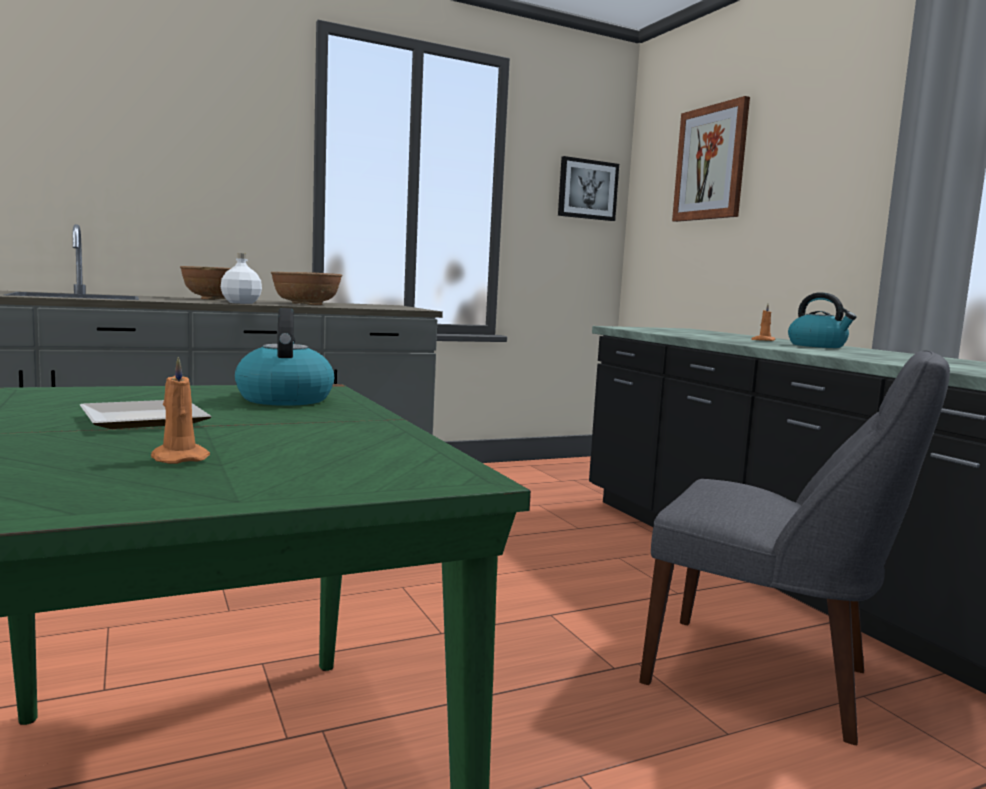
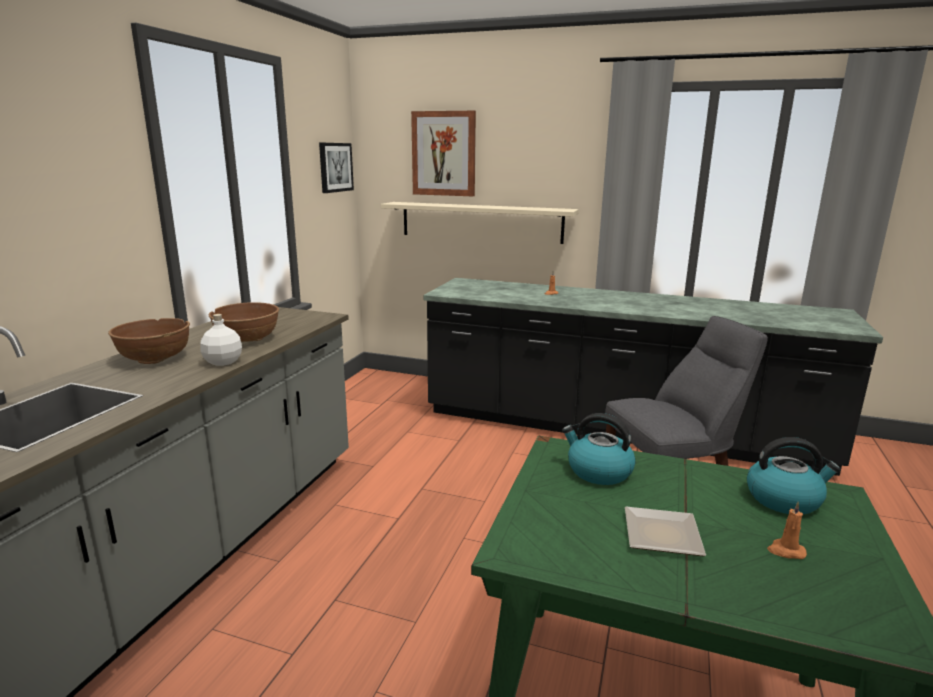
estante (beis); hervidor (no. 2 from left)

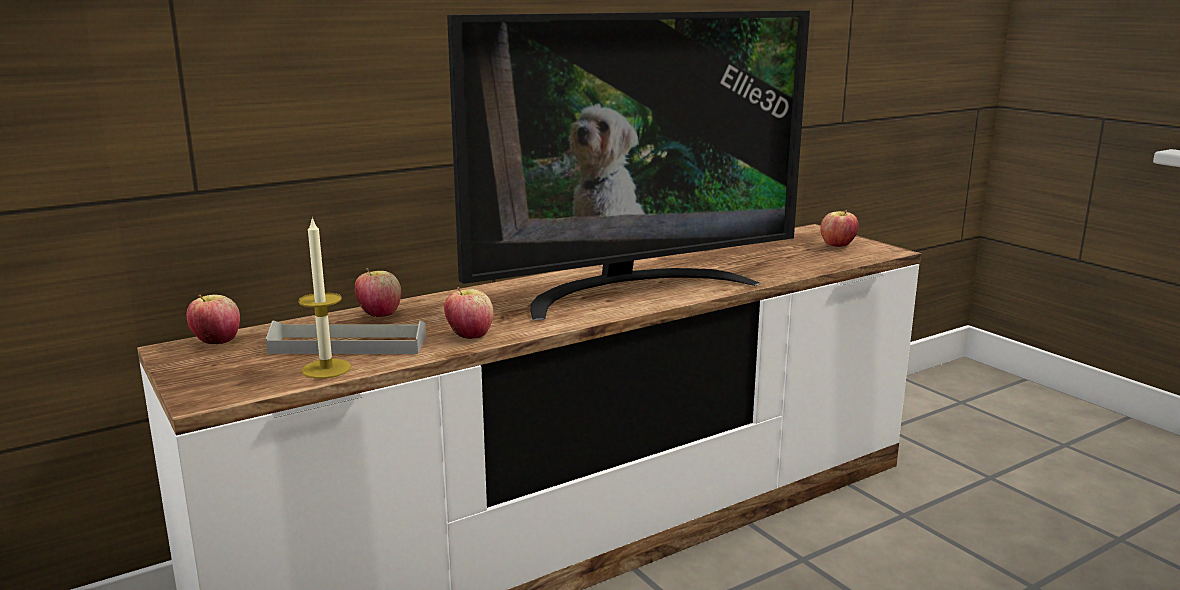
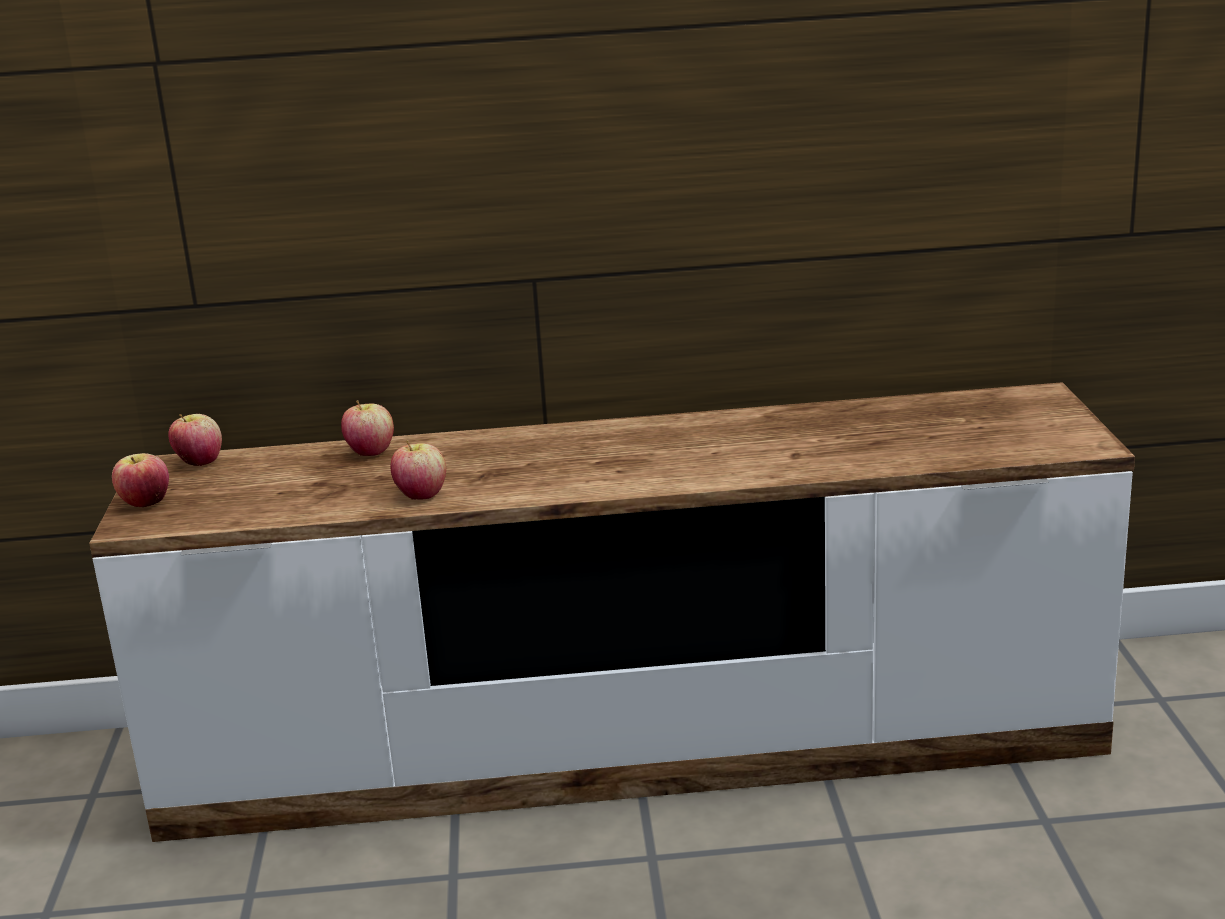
manzana (no. 1 from left); bandeja (gris); vela; televisor

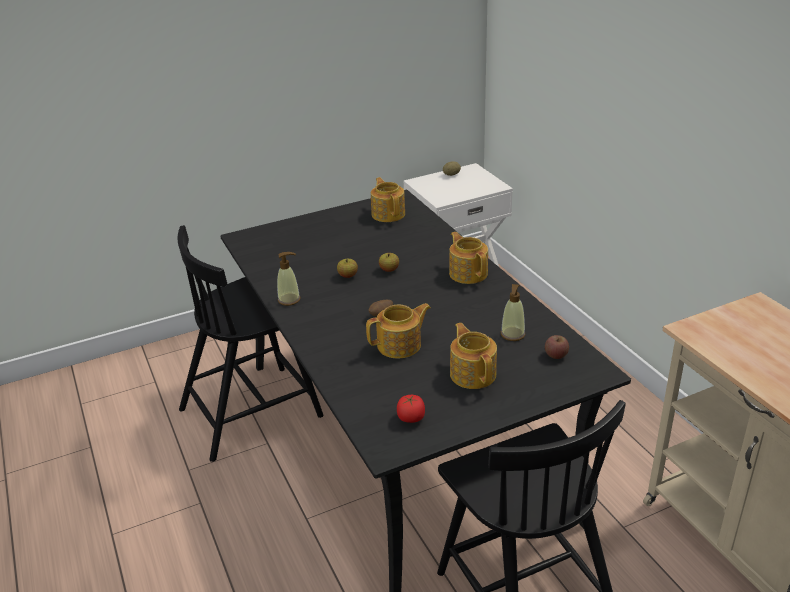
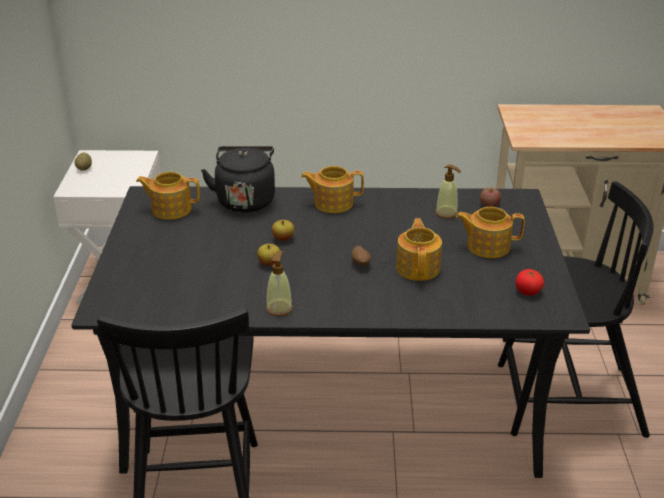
hervidor (negro)

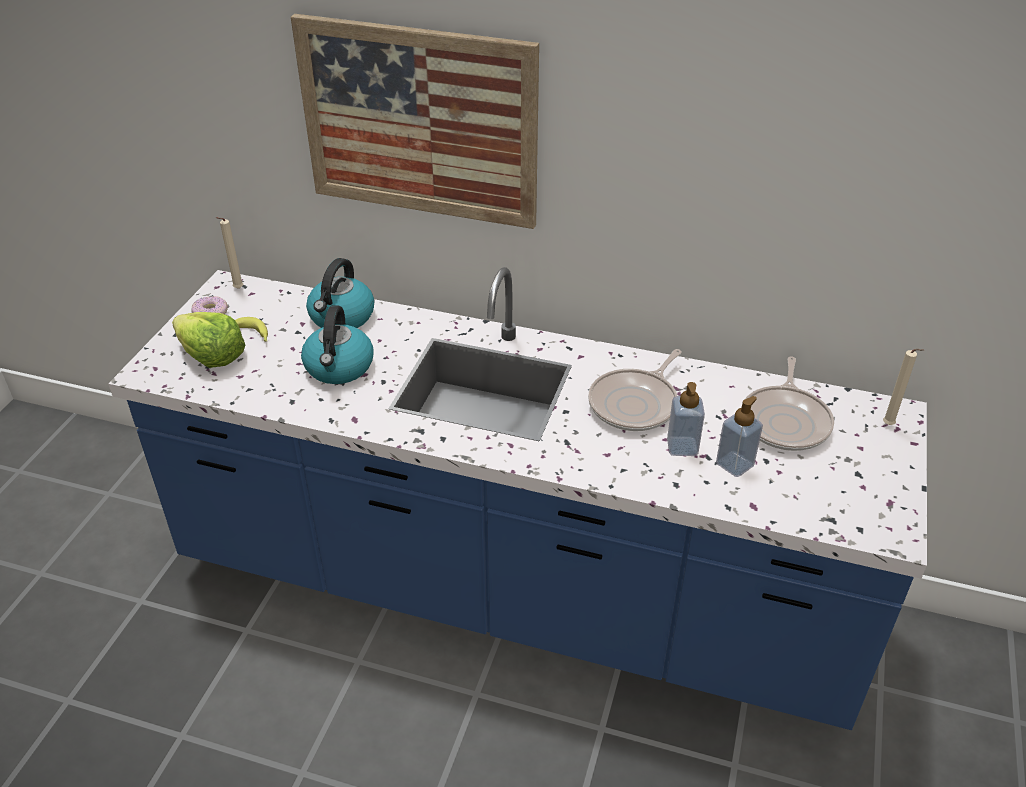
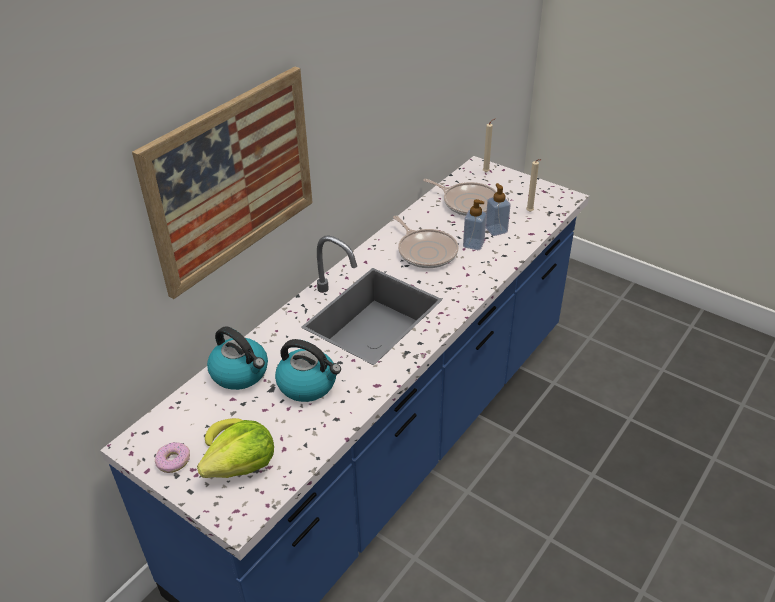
vela (beis) (no. 2 from left)

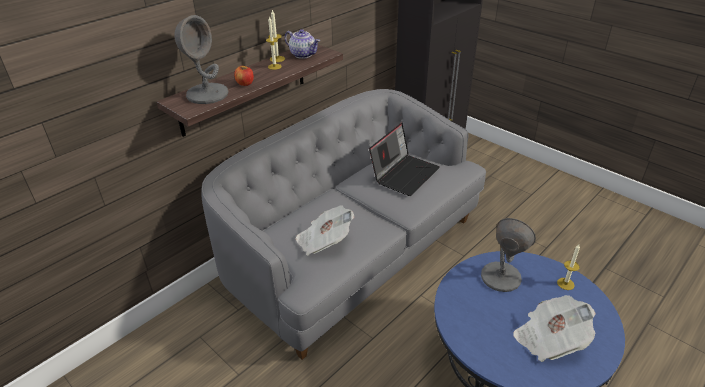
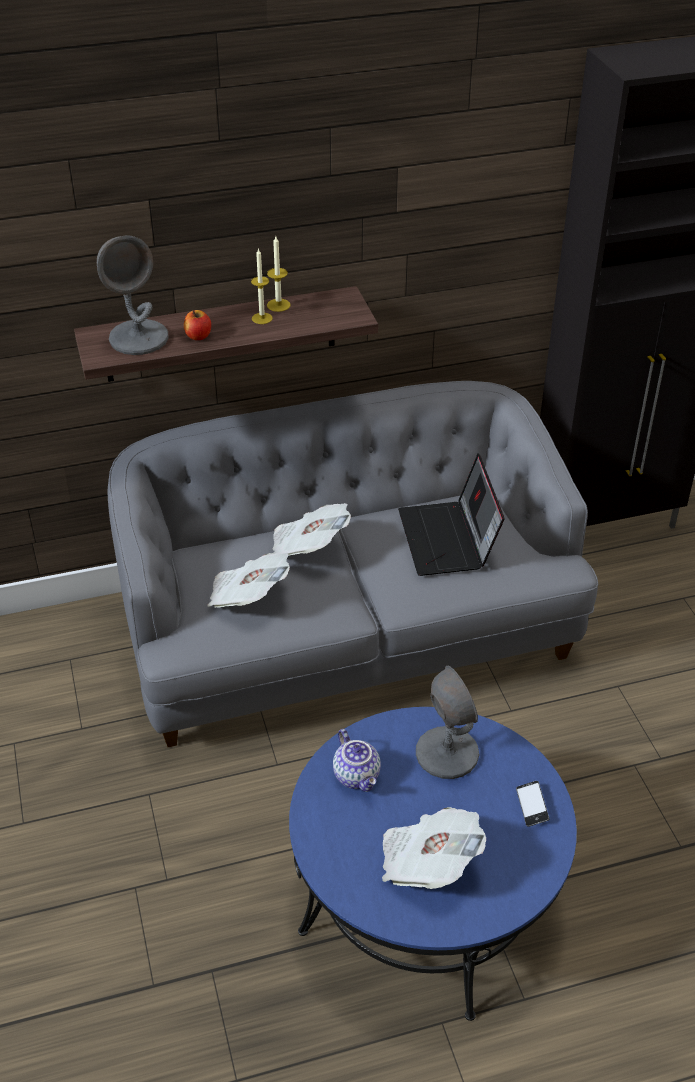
periódico (no. 2 from left); tetera; portátil; móvil

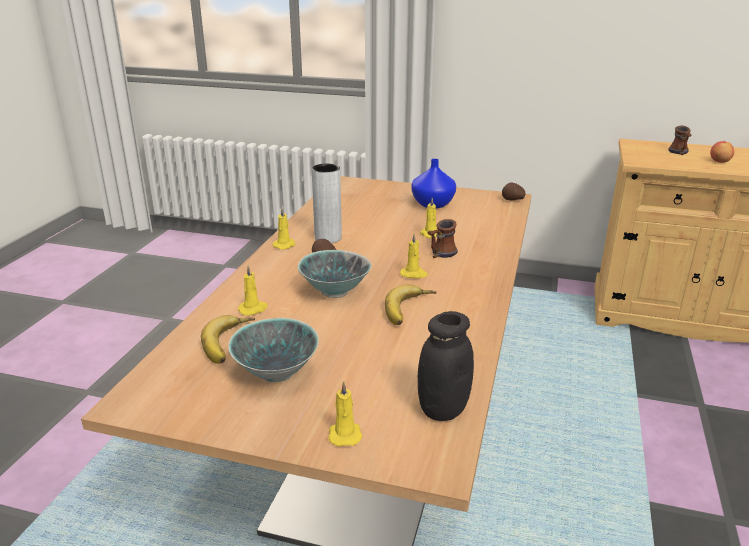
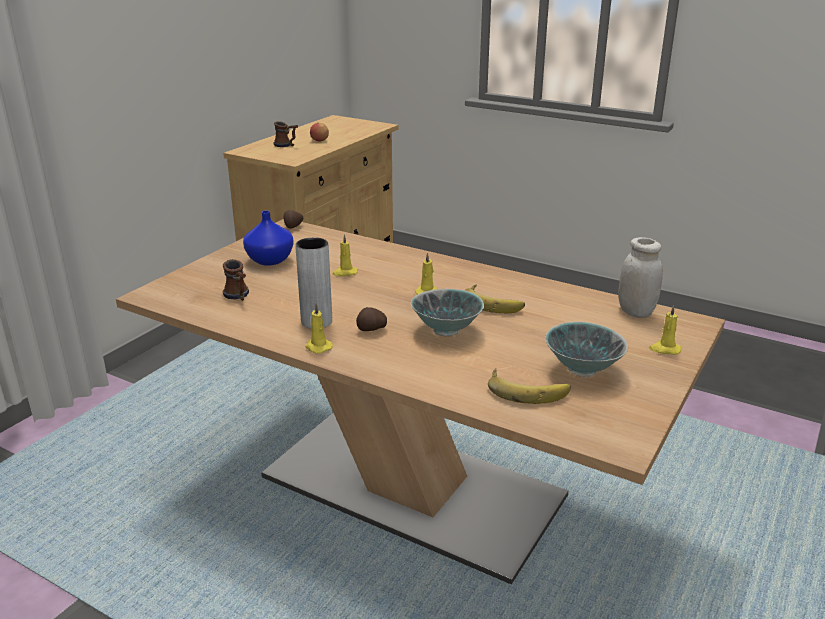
taza grande (no. 1 from left); tarro (blanco); vela (amarillo) (no. 1 from left in the first image)

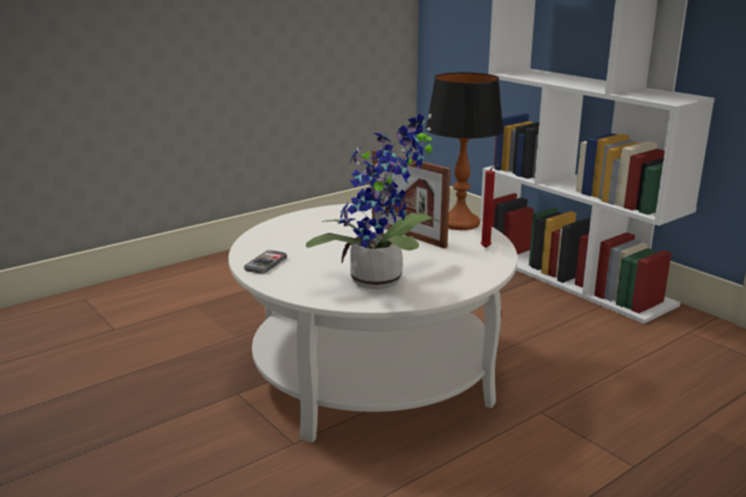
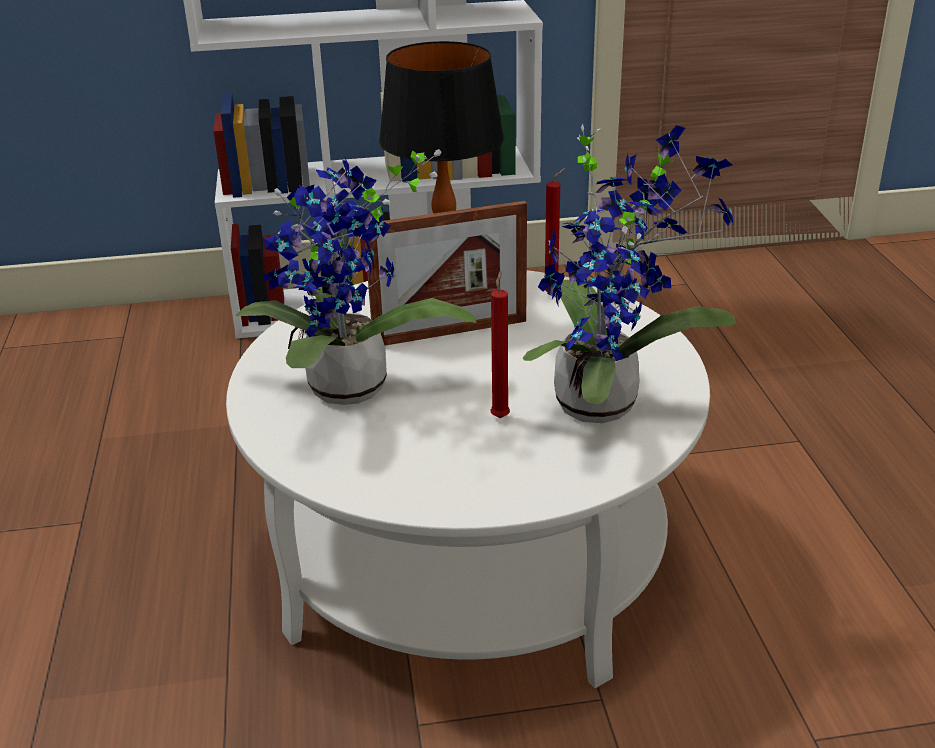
planta en maceta (no. 1 from left); vela (rojo) (no. 1 from left); móvil

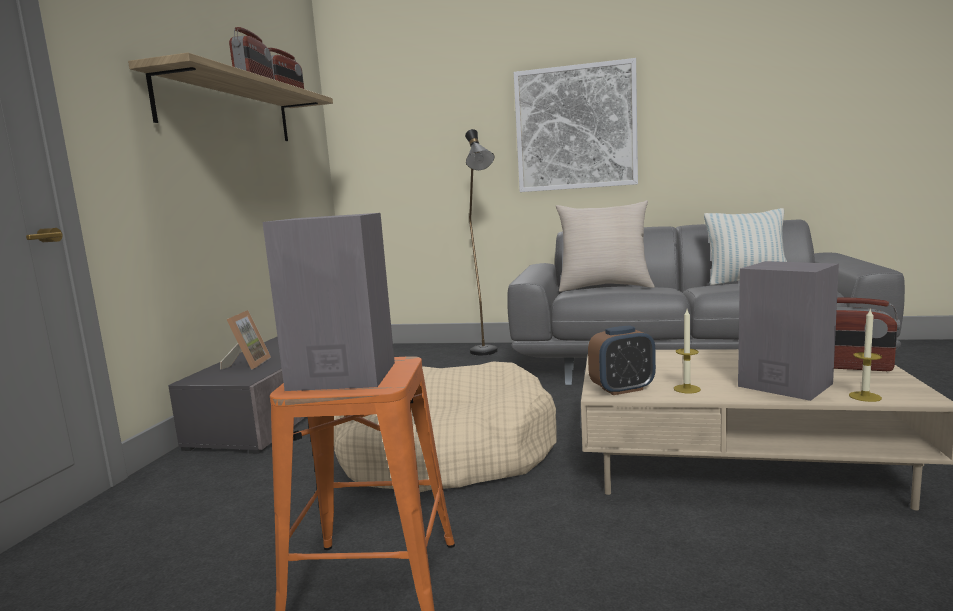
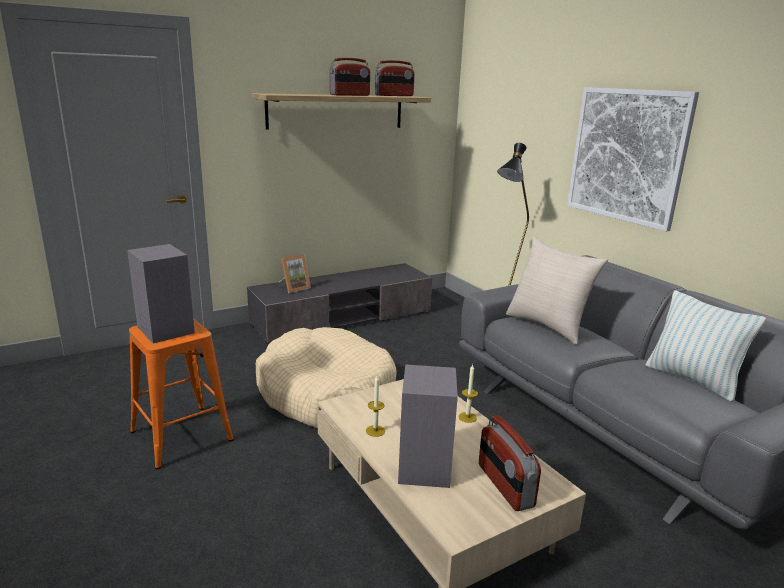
vela (no. 2 from left); despertador

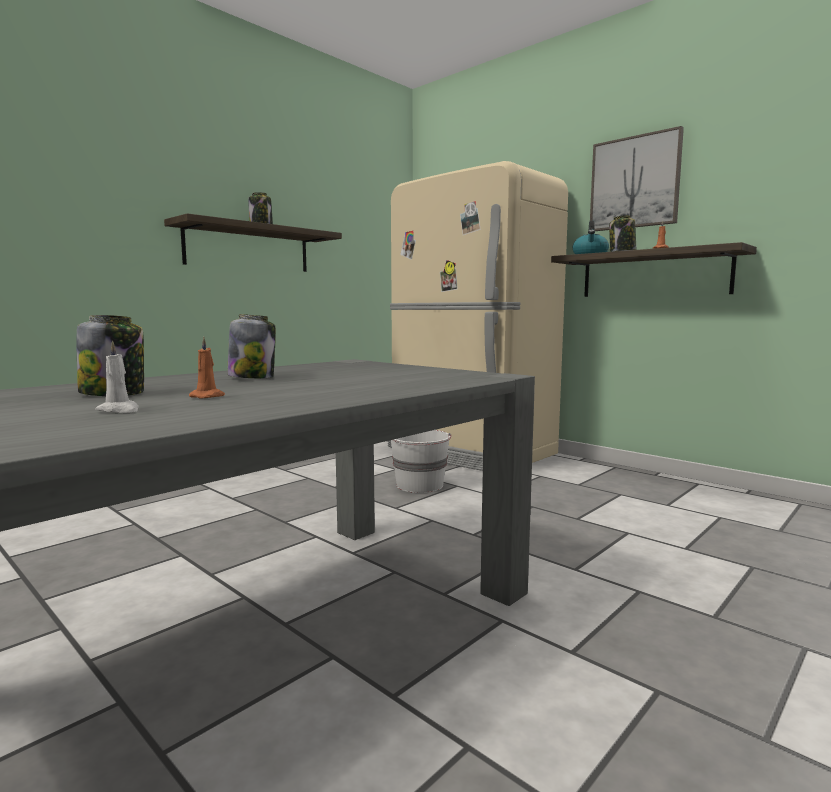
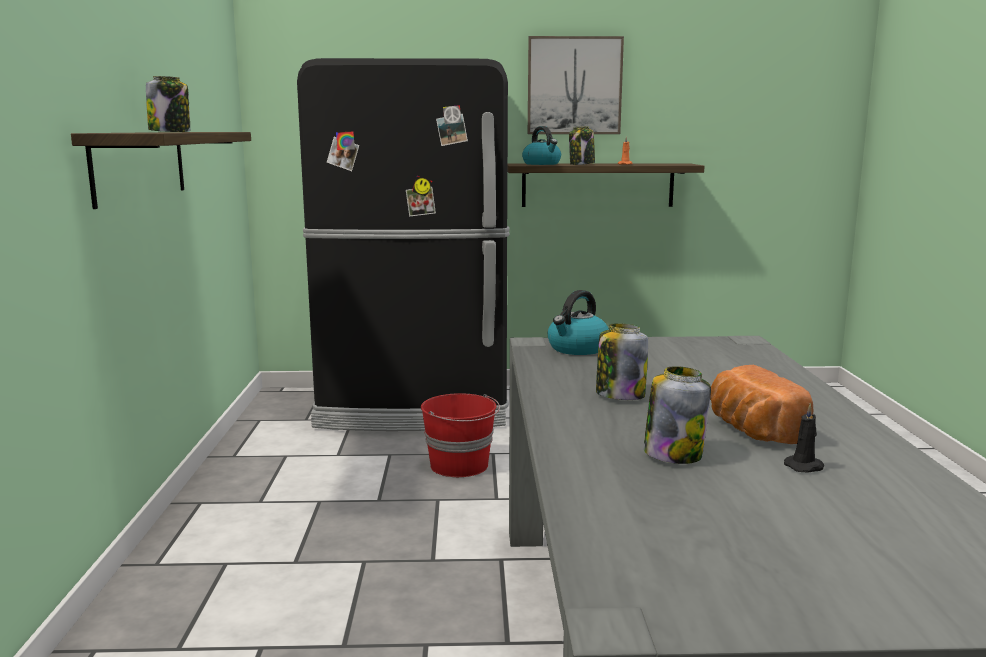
nevera (negro); cubo (rojo); hervidor (no. 2 from left); pan; vela (negro)

